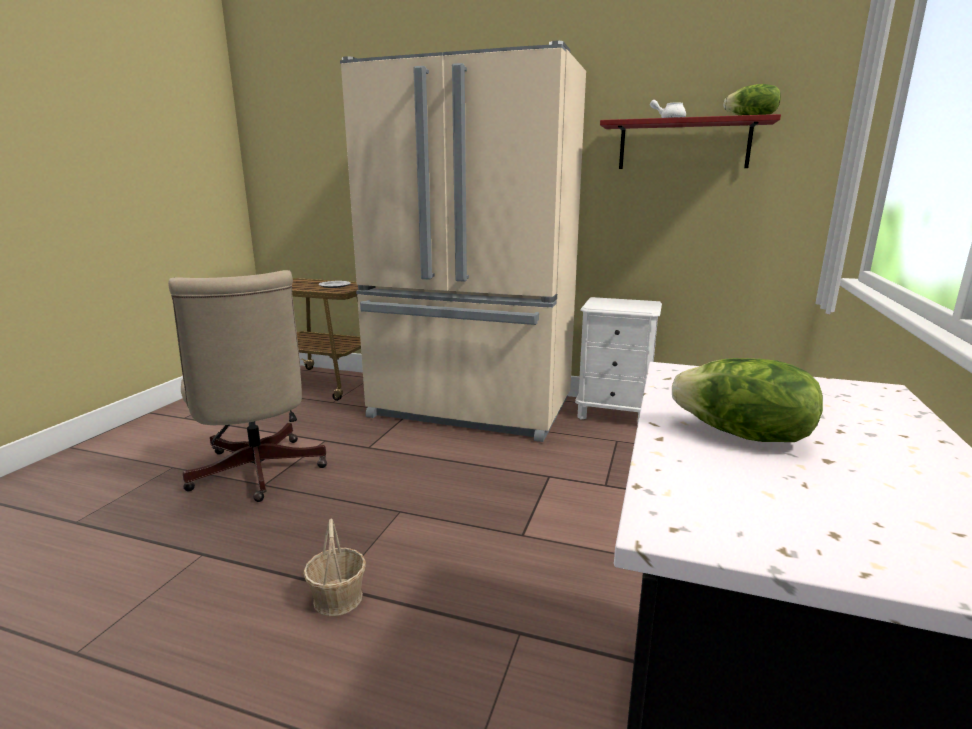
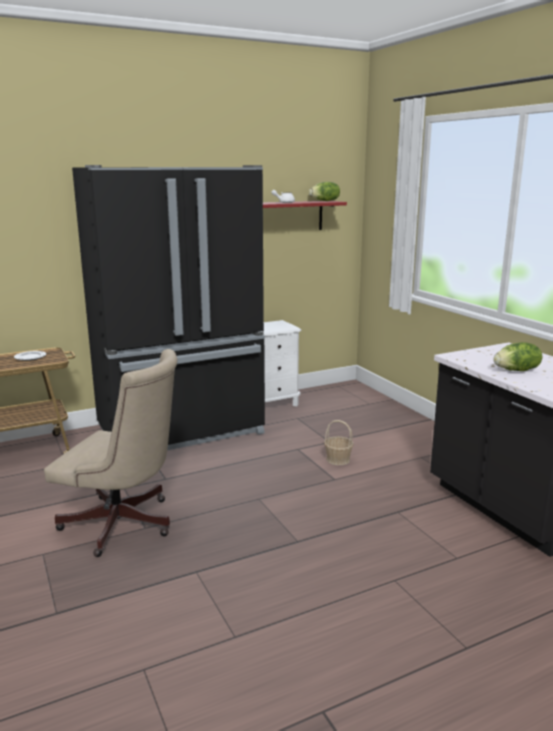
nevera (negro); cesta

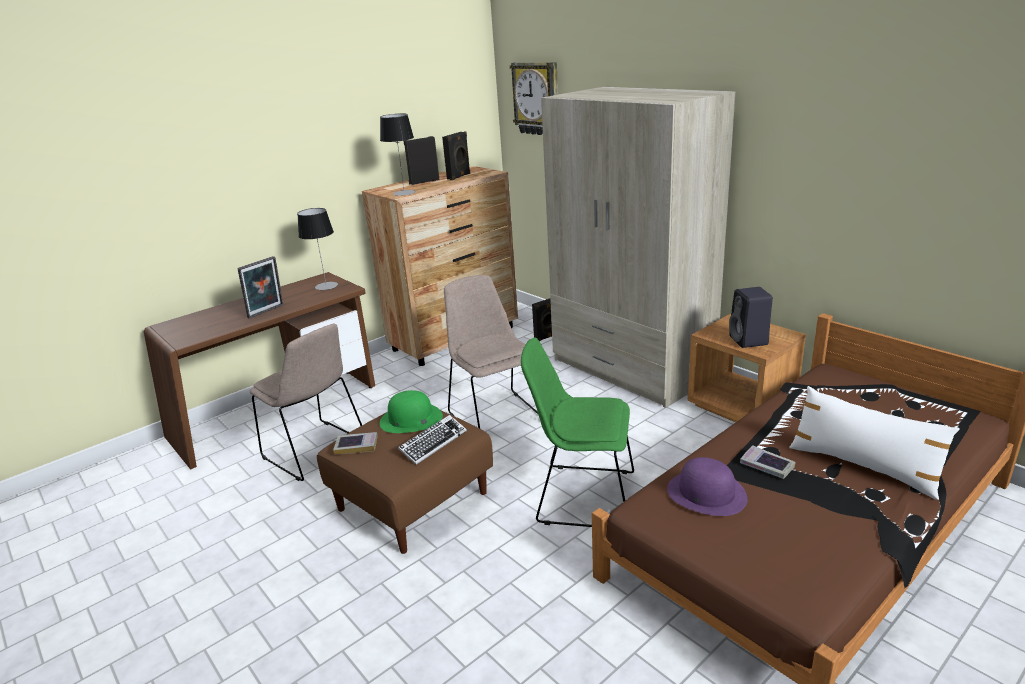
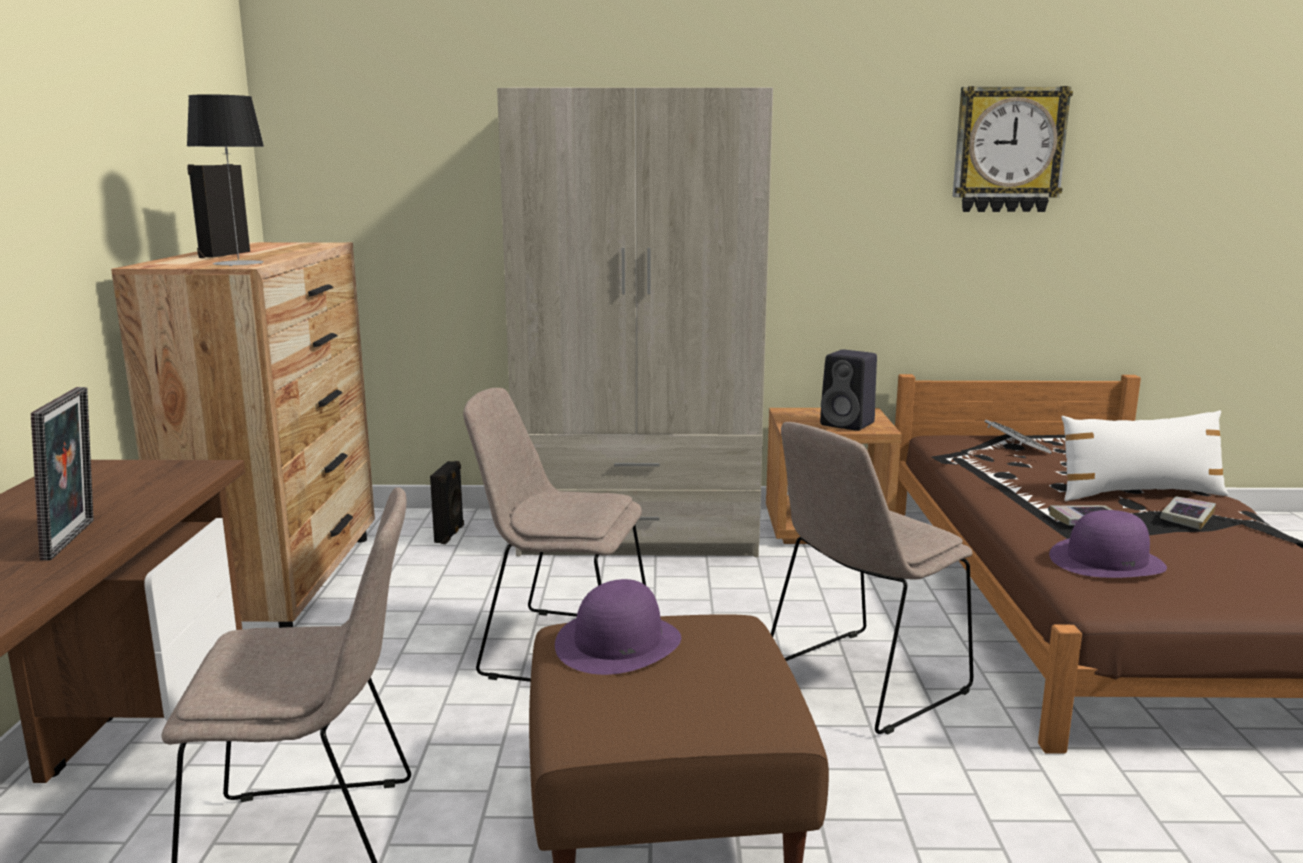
sombrero (morado) (no. 1 from left); silla (beis) (no. 3 from left); reloj de pared; teclado; libro (no. 2 from left); lámpara de mesa (no. 1 from left in the first image); altavoz (negro) (no. 2 from left in the first image)

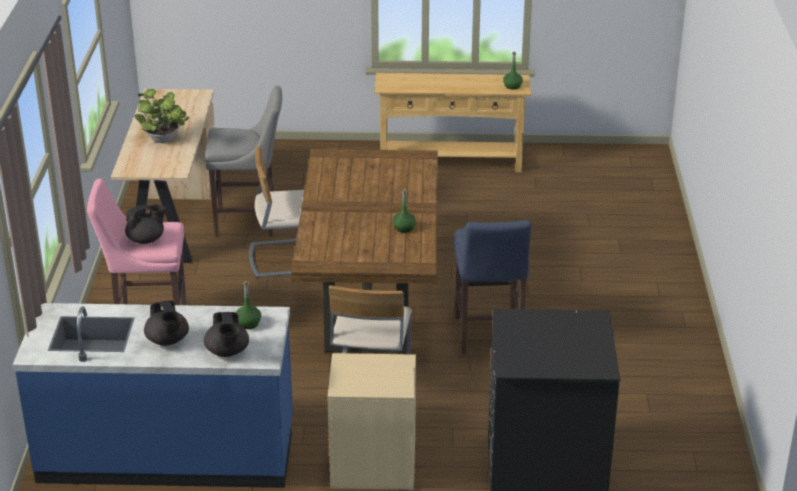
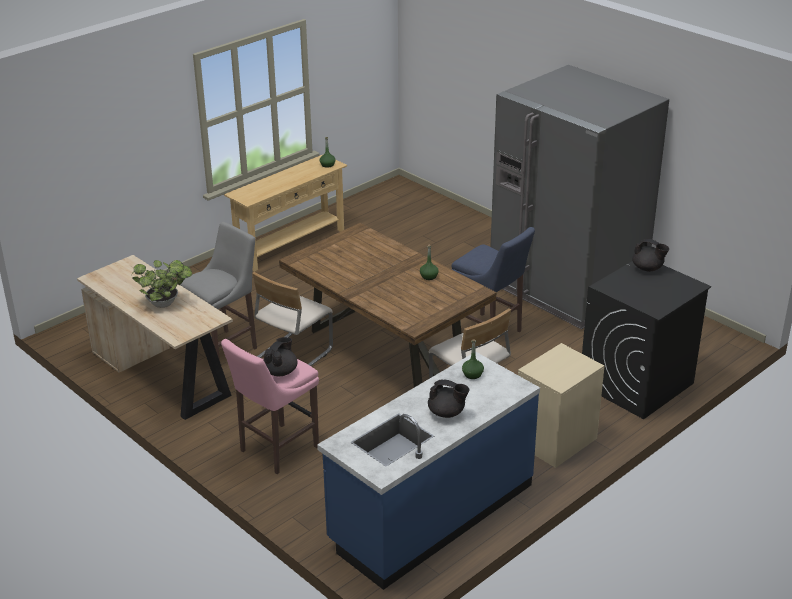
nevera (gris); tetera (negro) (no. 3 from left)

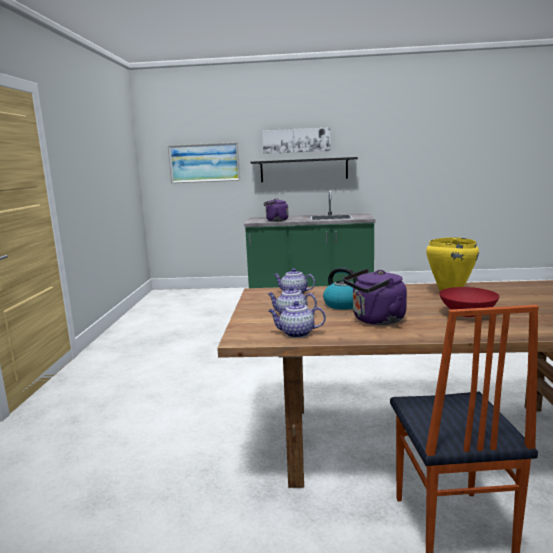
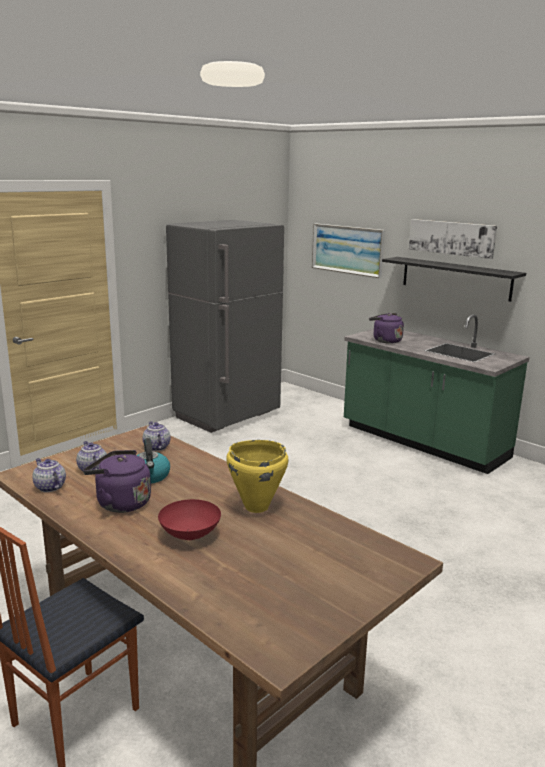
nevera (gris)

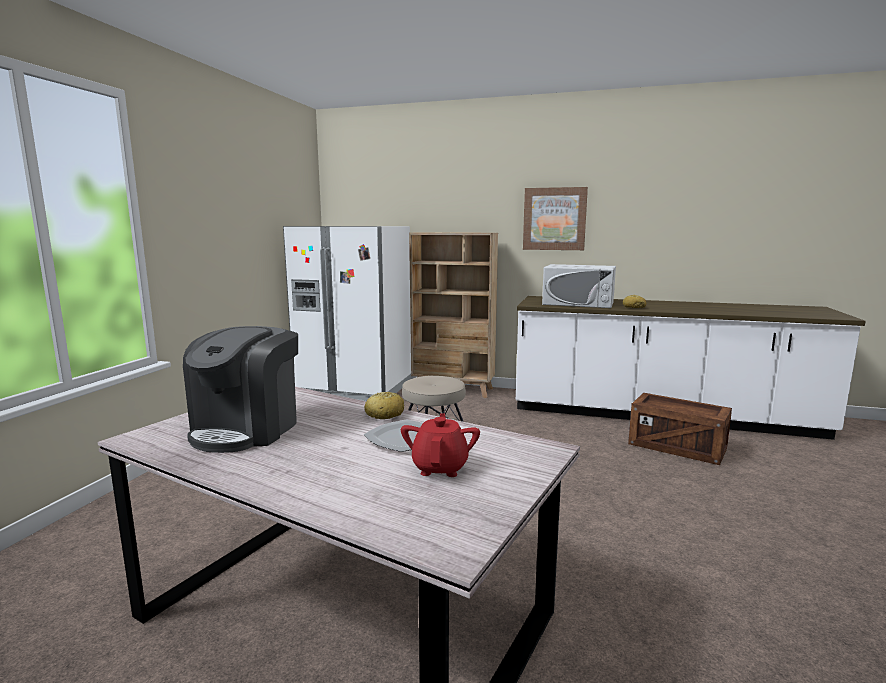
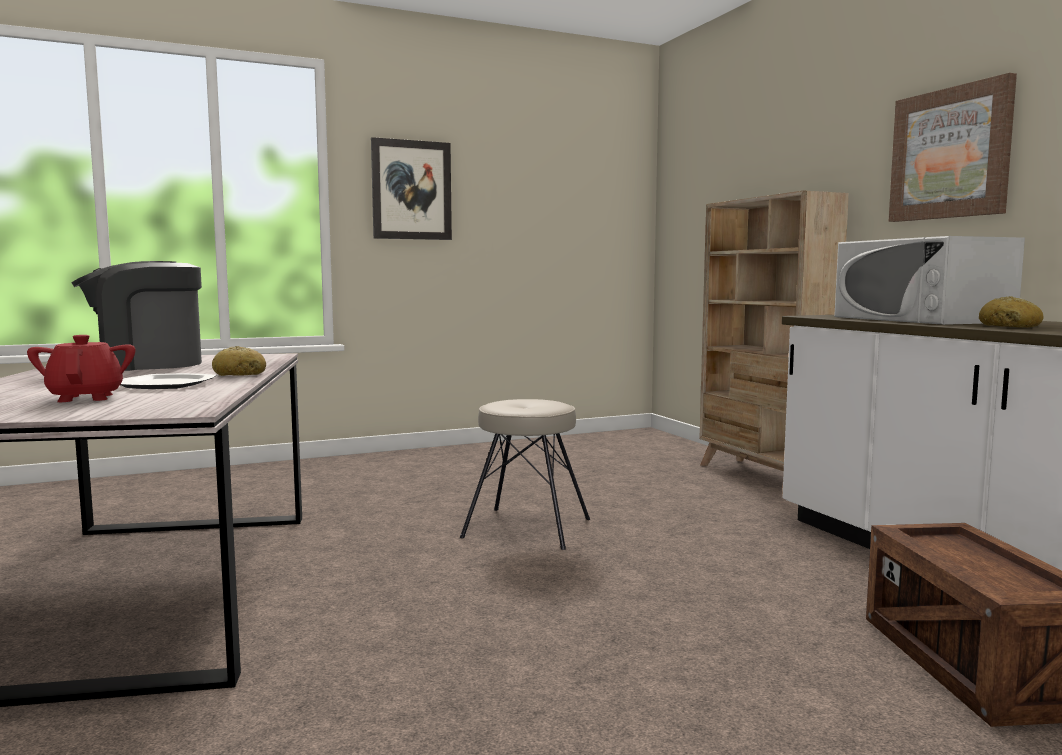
tetera (rojo); cuadro (no. 1 from left); nevera (blanco)

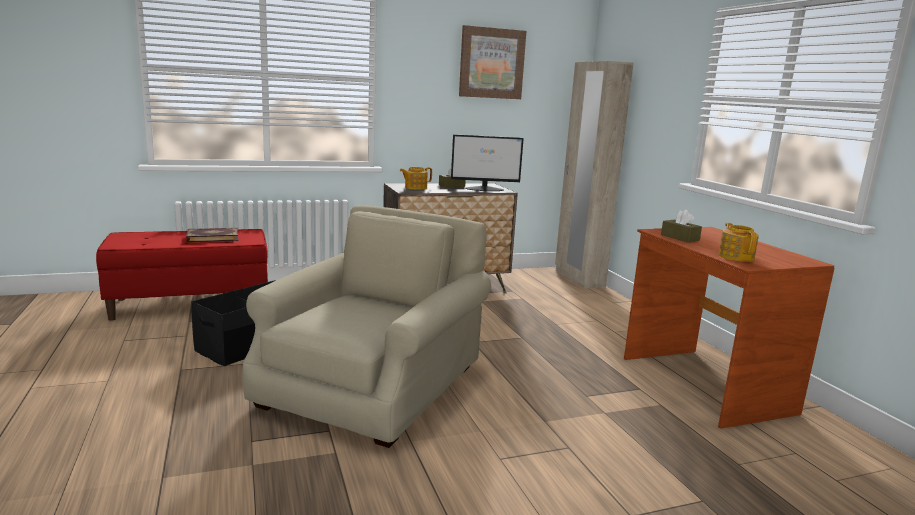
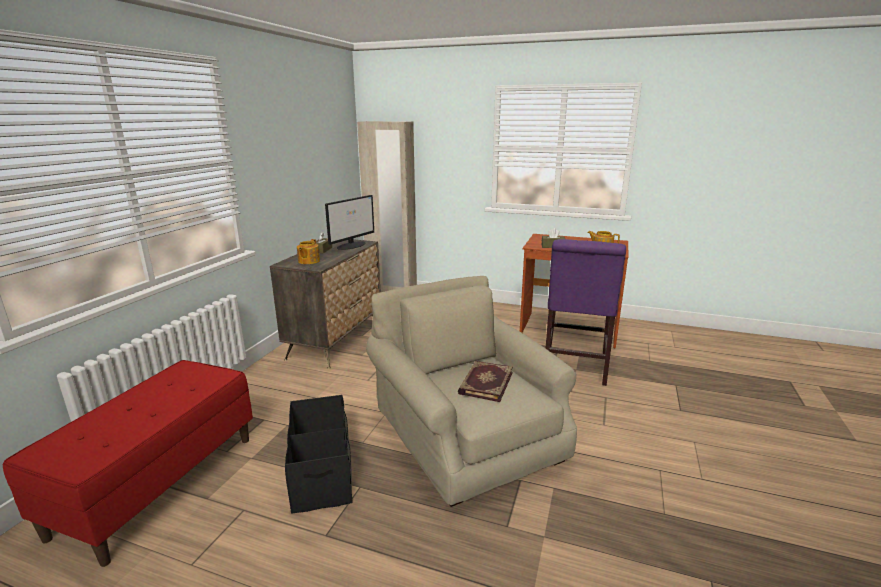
libro; silla (morado); cuadro

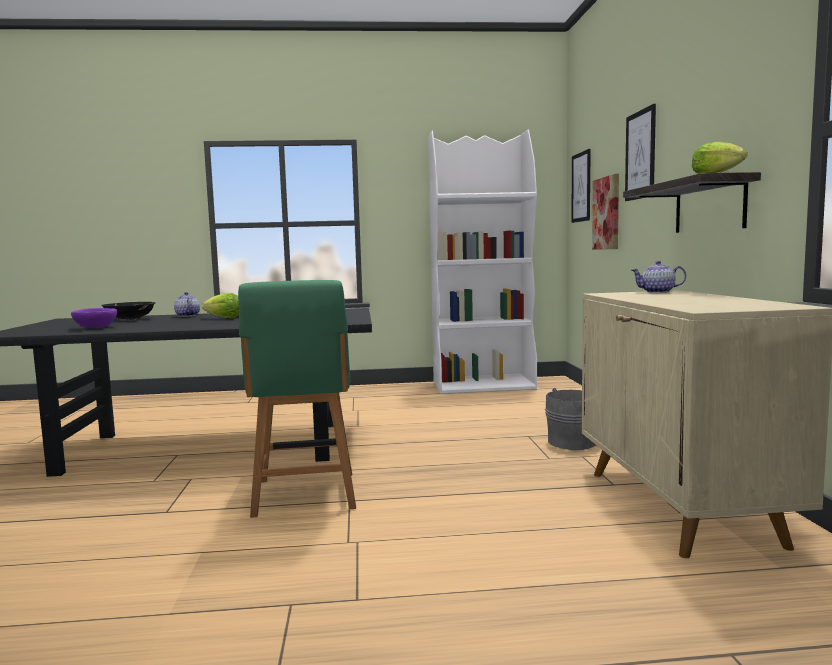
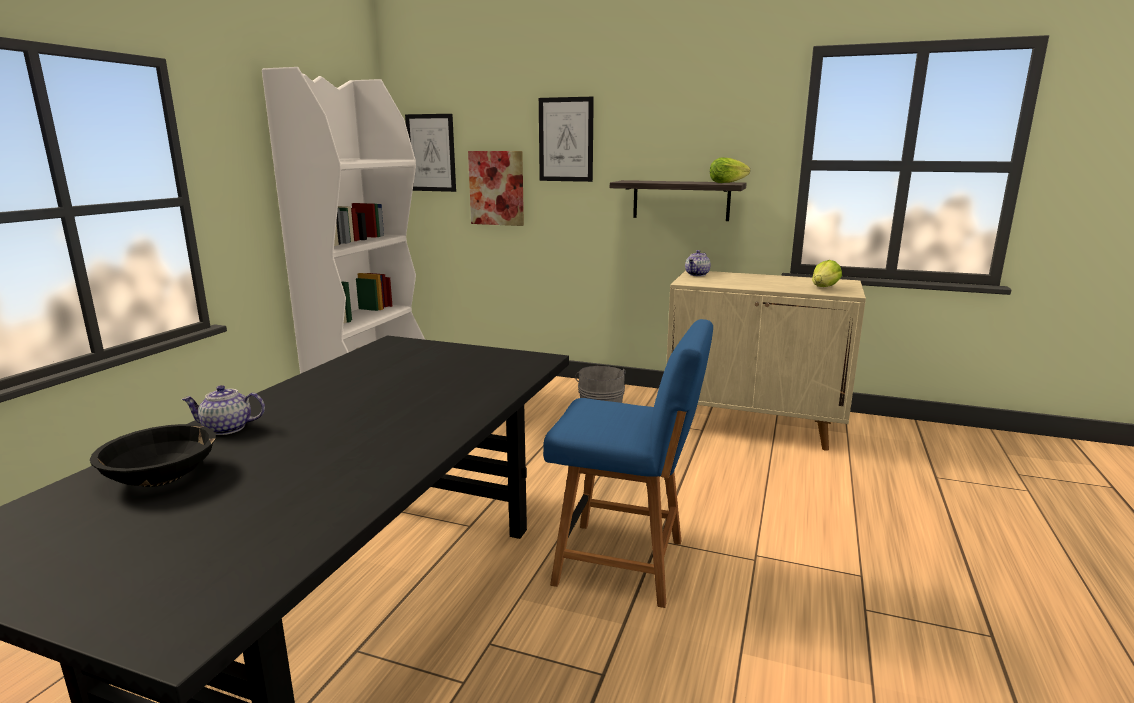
silla (azul); lechuga (no. 2 from left); cuenco (morado)

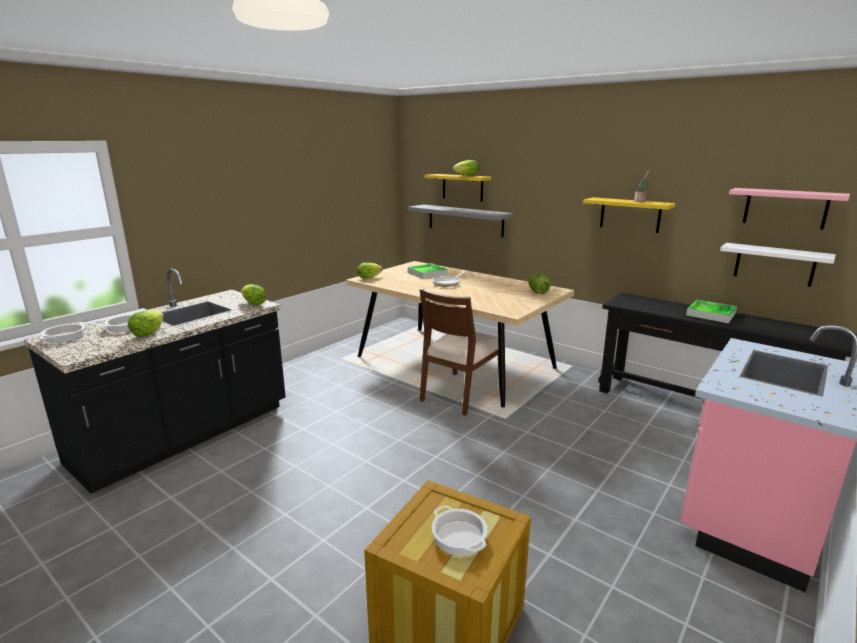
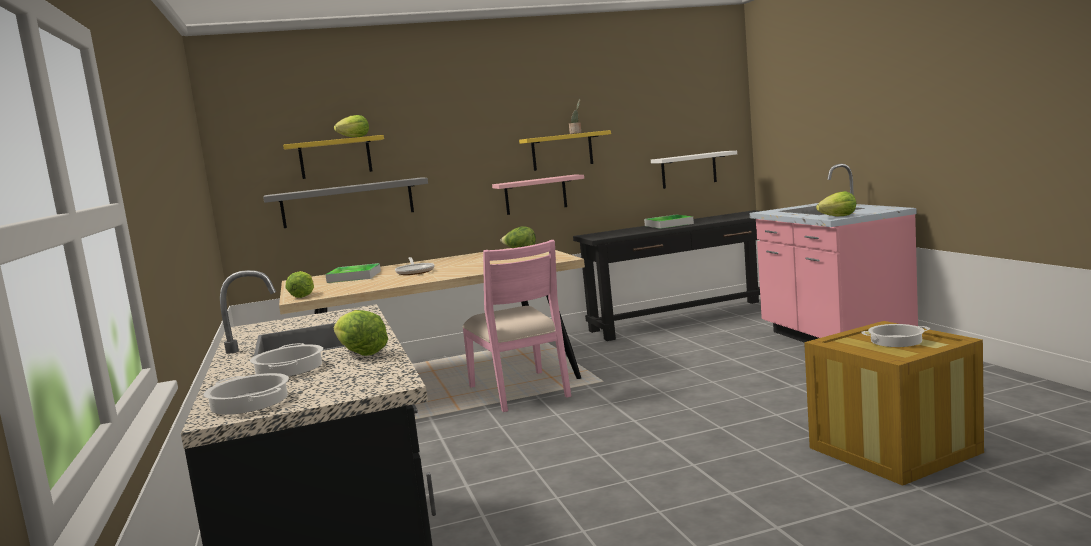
silla (rosa); estante (rosa); lechuga (no. 5 from left)

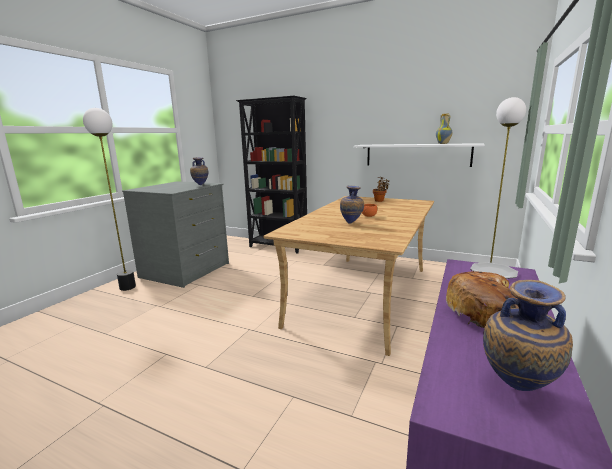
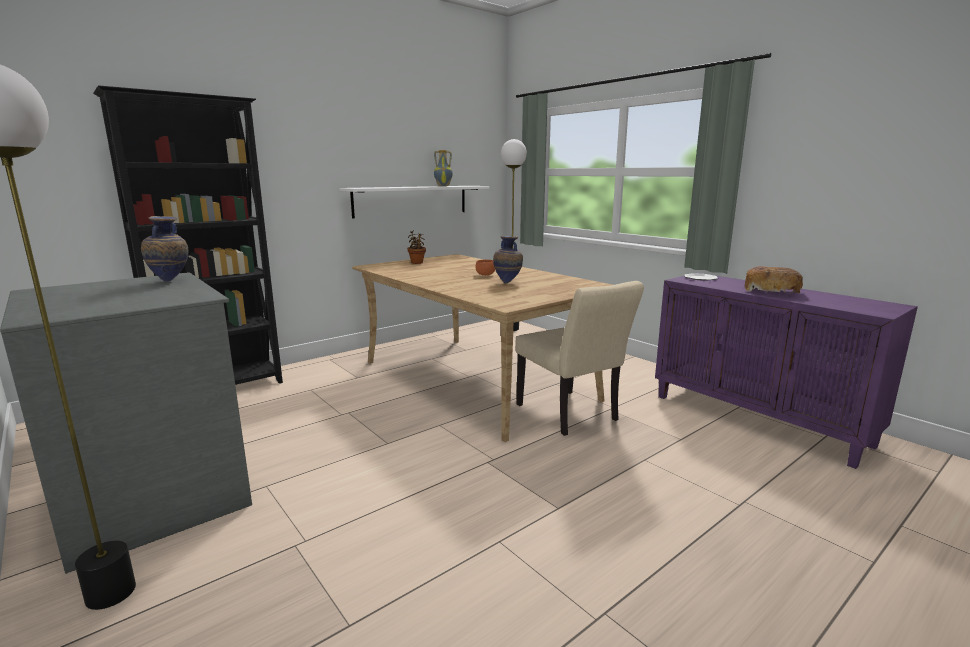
silla (beis); florero (no. 4 from left in the first image)

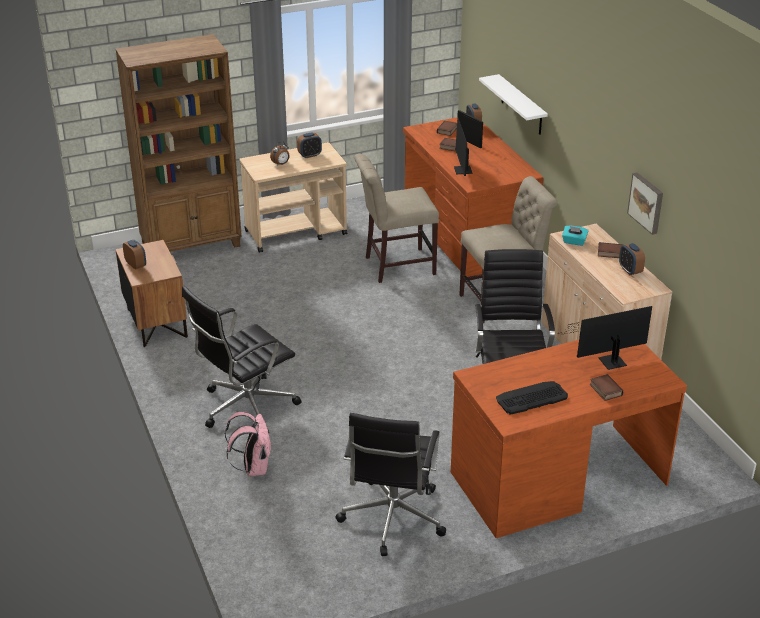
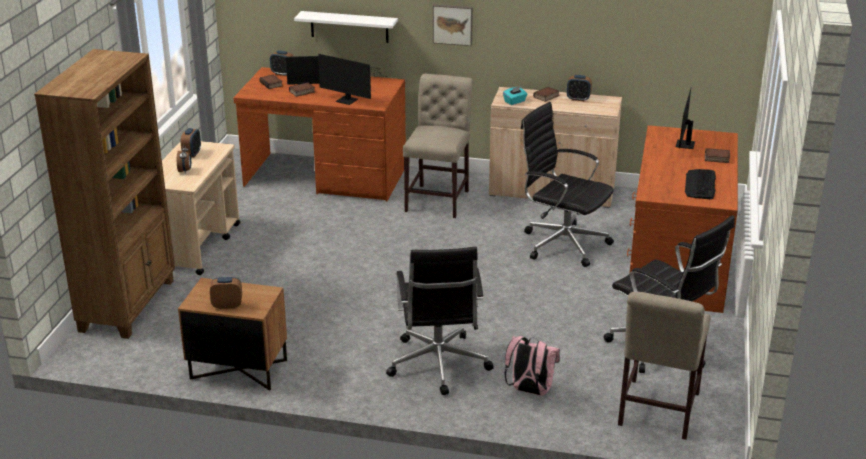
cuadro; silla (beis) (no. 2 from left)

